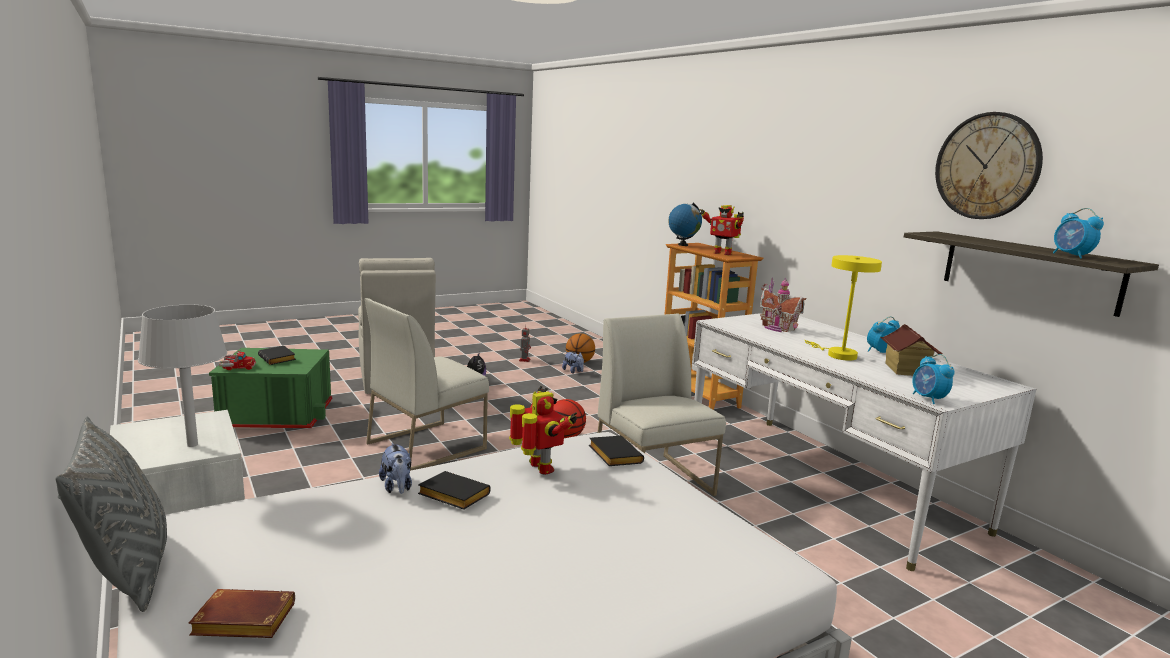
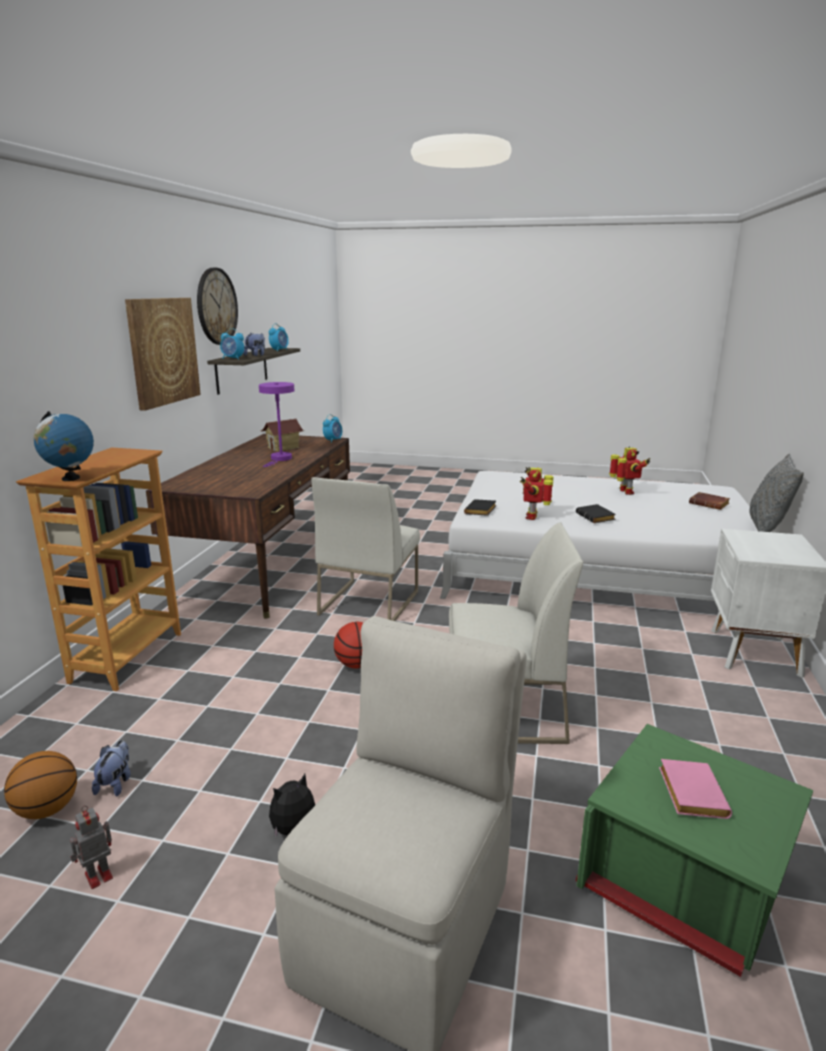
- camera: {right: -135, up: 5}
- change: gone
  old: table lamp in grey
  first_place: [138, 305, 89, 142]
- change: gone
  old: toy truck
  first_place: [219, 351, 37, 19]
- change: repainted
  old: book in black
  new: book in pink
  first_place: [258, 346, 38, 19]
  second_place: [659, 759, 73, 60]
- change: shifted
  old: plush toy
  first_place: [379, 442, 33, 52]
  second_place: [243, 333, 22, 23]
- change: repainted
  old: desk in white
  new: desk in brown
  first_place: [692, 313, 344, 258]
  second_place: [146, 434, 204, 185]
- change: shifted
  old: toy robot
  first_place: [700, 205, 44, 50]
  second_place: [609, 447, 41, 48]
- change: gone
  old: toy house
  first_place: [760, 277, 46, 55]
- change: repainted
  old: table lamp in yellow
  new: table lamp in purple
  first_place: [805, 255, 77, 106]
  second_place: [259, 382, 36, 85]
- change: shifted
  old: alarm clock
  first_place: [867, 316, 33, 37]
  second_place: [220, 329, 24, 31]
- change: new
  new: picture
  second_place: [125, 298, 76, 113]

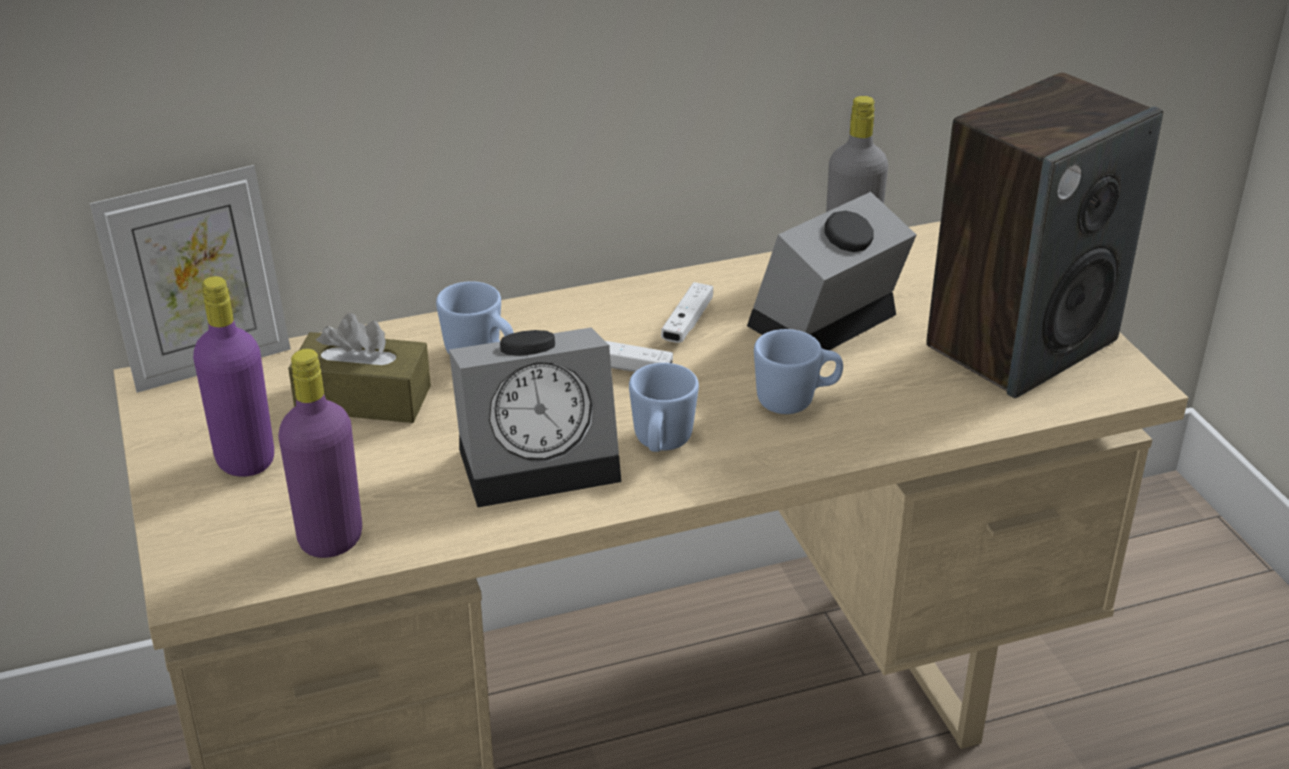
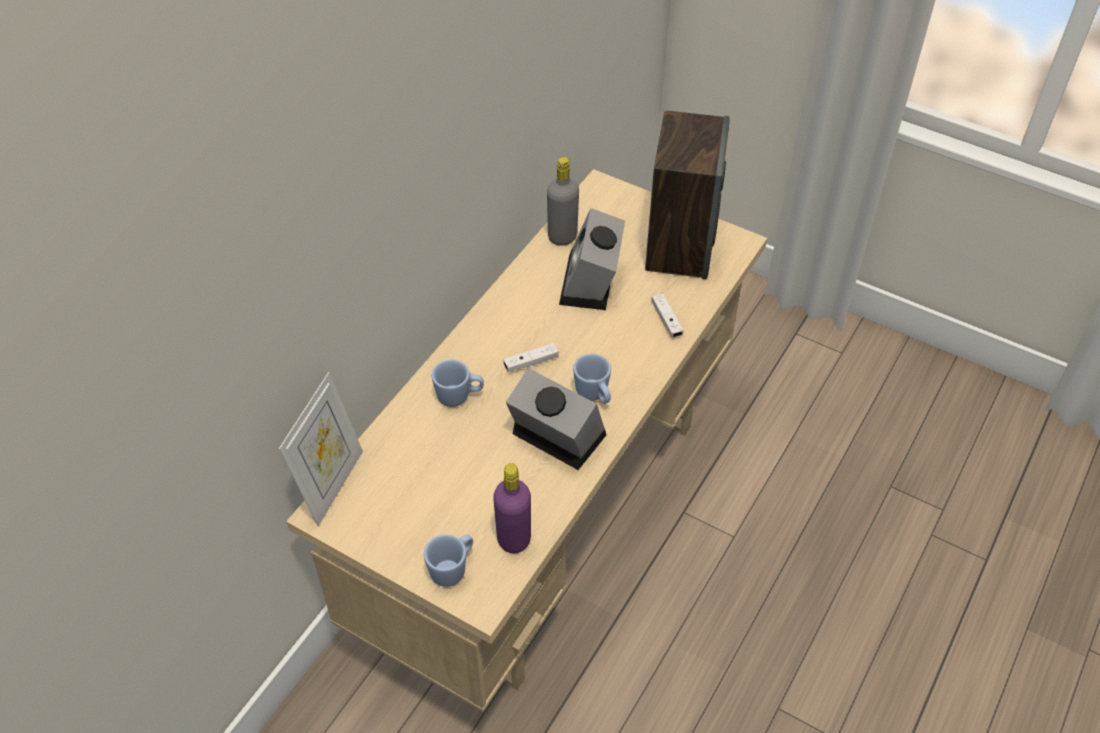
- camera: {right: -40, up: 15}
- change: gone
  old: bottle in purple
  first_place: [193, 276, 81, 201]
- change: gone
  old: tissue box in brown
  first_place: [288, 313, 143, 110]
- change: rotated
  old: alarm clock
  first_place: [449, 328, 172, 179]
  second_place: [506, 368, 100, 102]
  degrees: -90
- change: shifted
  old: game controller in white
  first_place: [661, 282, 52, 61]
  second_place: [652, 293, 31, 44]
- change: shifted
  old: mug in blue
  first_place: [754, 329, 89, 85]
  second_place: [424, 534, 49, 53]

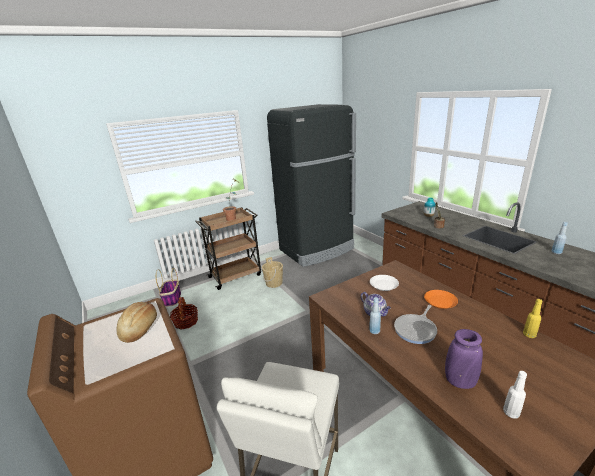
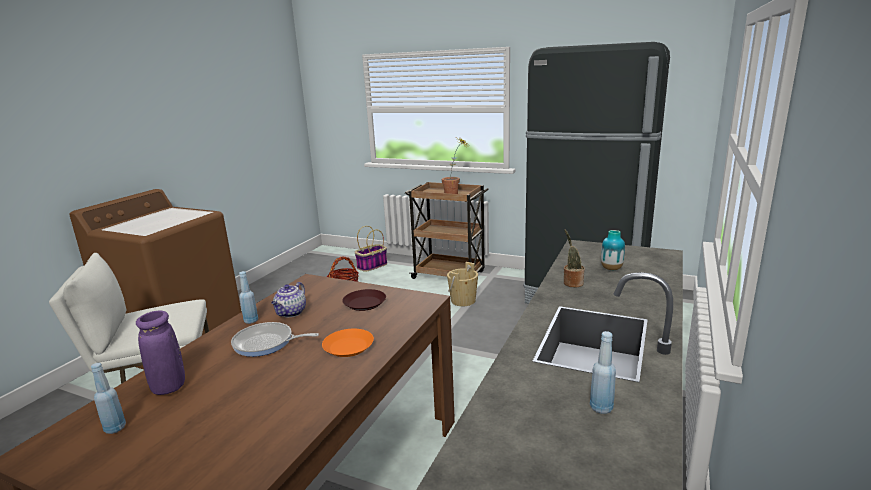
- camera: {right: 55, up: -5}
- change: gone
  old: bread
  first_place: [117, 302, 40, 41]
- change: repainted
  old: plate in white
  new: plate in brown
  first_place: [370, 275, 29, 16]
  second_place: [342, 289, 44, 22]
- change: repainted
  old: bottle in white
  new: bottle in blue
  first_place: [503, 371, 24, 48]
  second_place: [91, 363, 35, 71]
- change: gone
  old: bottle in yellow
  first_place: [523, 299, 19, 39]

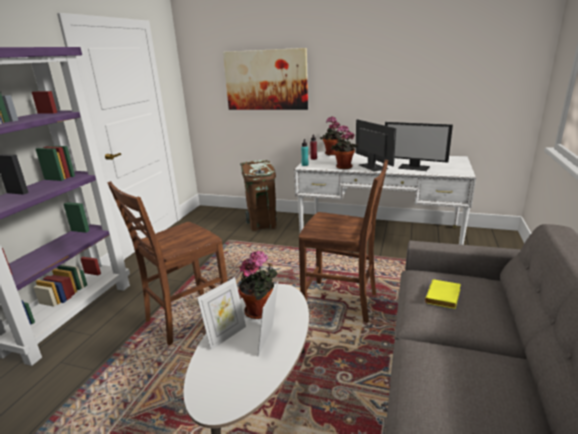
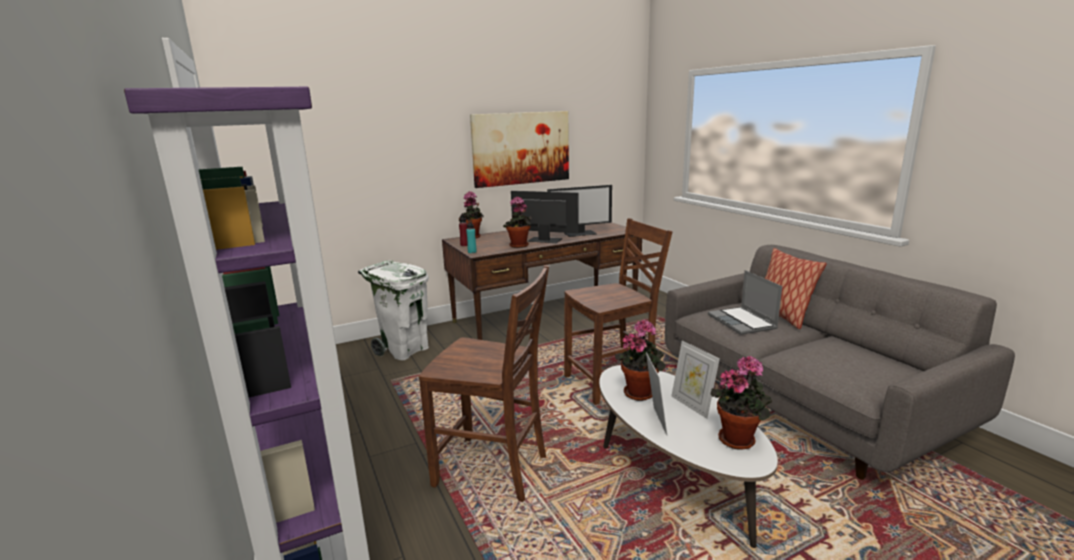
- camera: {right: -45, up: -5}
- change: rotated
  old: chair in brown
  first_place: [108, 181, 120, 164]
  second_place: [419, 265, 130, 237]
  degrees: -75
- change: shifted
  old: picture
  first_place: [223, 48, 85, 62]
  second_place: [470, 111, 99, 77]
- change: repainted
  old: trash can in brown
  new: trash can in white
  first_place: [240, 160, 37, 71]
  second_place: [358, 260, 71, 100]
- change: repainted
  old: desk in white
  new: desk in brown
  first_place: [294, 152, 182, 93]
  second_place: [442, 223, 200, 117]
- change: swapped
  old: book in yellow
  new: laptop
  first_place: [425, 279, 36, 30]
  second_place: [708, 270, 74, 65]
- change: new
  new: potted plant
  second_place: [710, 356, 62, 94]
- change: new
  new: pillow
  second_place: [765, 248, 62, 81]

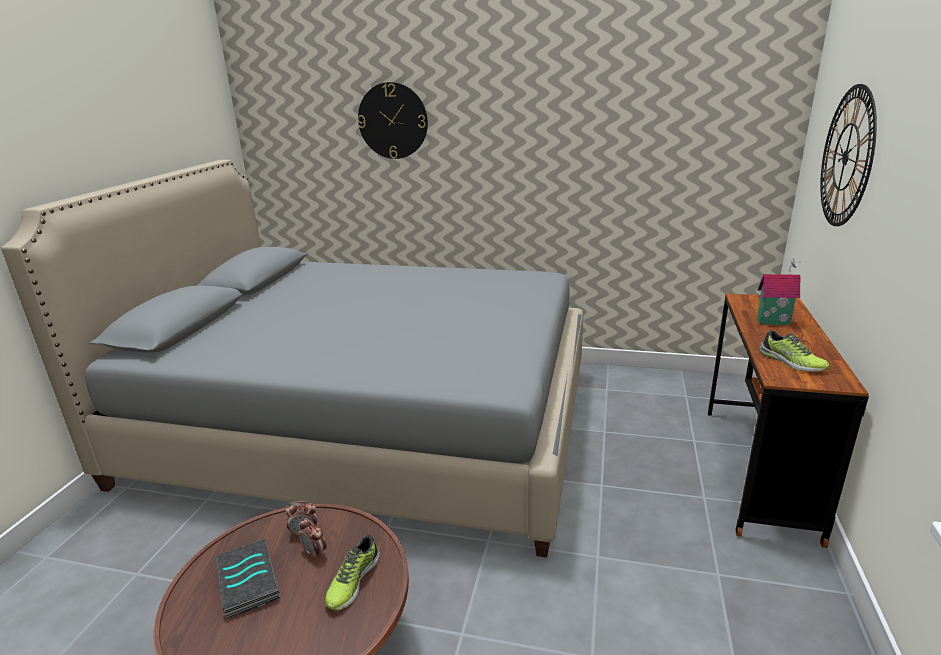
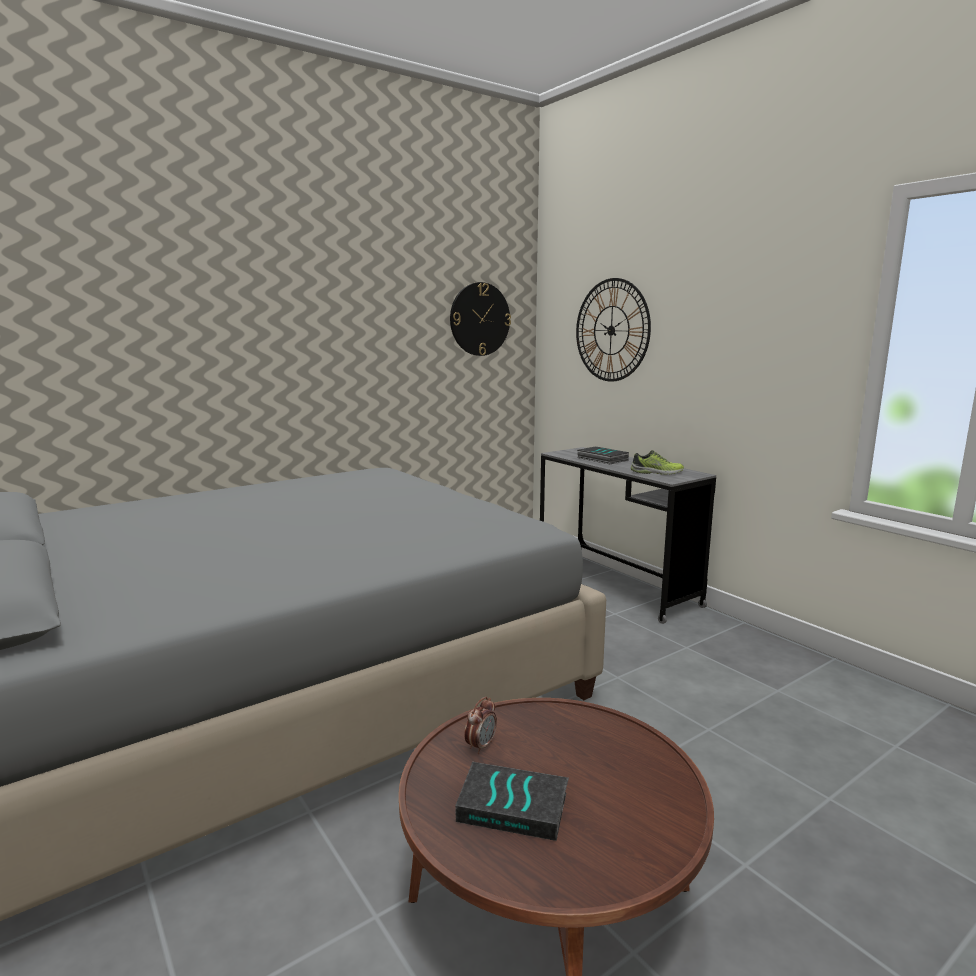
- camera: {right: -50, up: -10}
- change: gone
  old: alarm clock
  first_place: [299, 518, 27, 42]
- change: gone
  old: shoe
  first_place: [325, 535, 55, 75]
- change: shifted
  old: wall clock
  first_place: [358, 82, 70, 77]
  second_place: [450, 282, 61, 74]
- change: repainted
  old: desk in brown
  new: desk in grey
  first_place: [708, 294, 161, 254]
  second_place: [540, 447, 176, 177]
- change: swapped
  old: toy house
  new: book
  first_place: [757, 258, 44, 67]
  second_place: [577, 446, 52, 18]

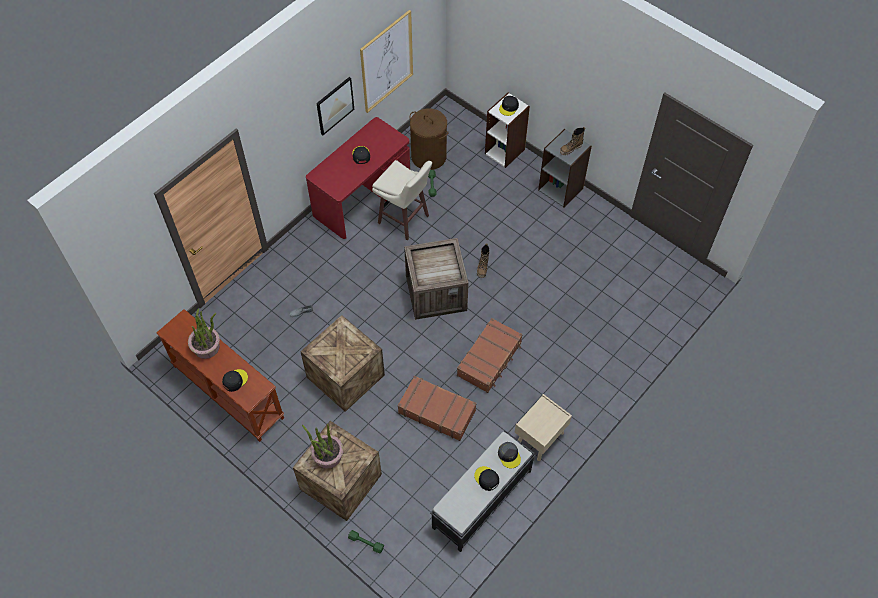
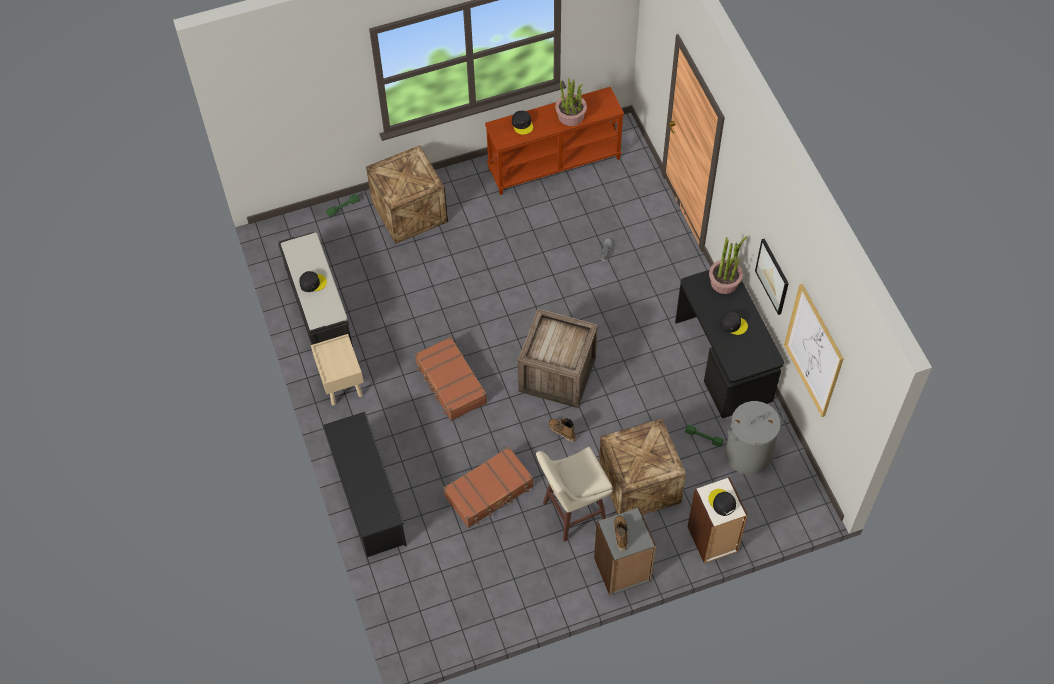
- camera: {right: 120, up: 0}
- change: shifted
  old: crate
  first_place: [300, 315, 85, 97]
  second_place: [599, 418, 87, 97]
- change: shifted
  old: potted plant
  first_place: [302, 424, 42, 45]
  second_place: [709, 236, 38, 58]
- change: repainted
  old: desk in red
  new: desk in black
  first_place: [306, 117, 104, 122]
  second_place: [675, 270, 109, 148]
- change: shifted
  old: stool in beige
  first_place: [372, 160, 60, 81]
  second_place: [536, 447, 77, 95]
- change: shifted
  old: suitcase in brown
  first_place: [398, 376, 79, 65]
  second_place: [444, 447, 89, 81]
- change: repainted
  old: laundry basket in brown
  new: laundry basket in grey
  first_place: [410, 108, 39, 62]
  second_place: [725, 401, 59, 74]
- change: gone
  old: cap in grey
  first_place: [498, 442, 23, 26]
- change: new
  new: shoe rack in black
  second_place: [323, 412, 84, 145]

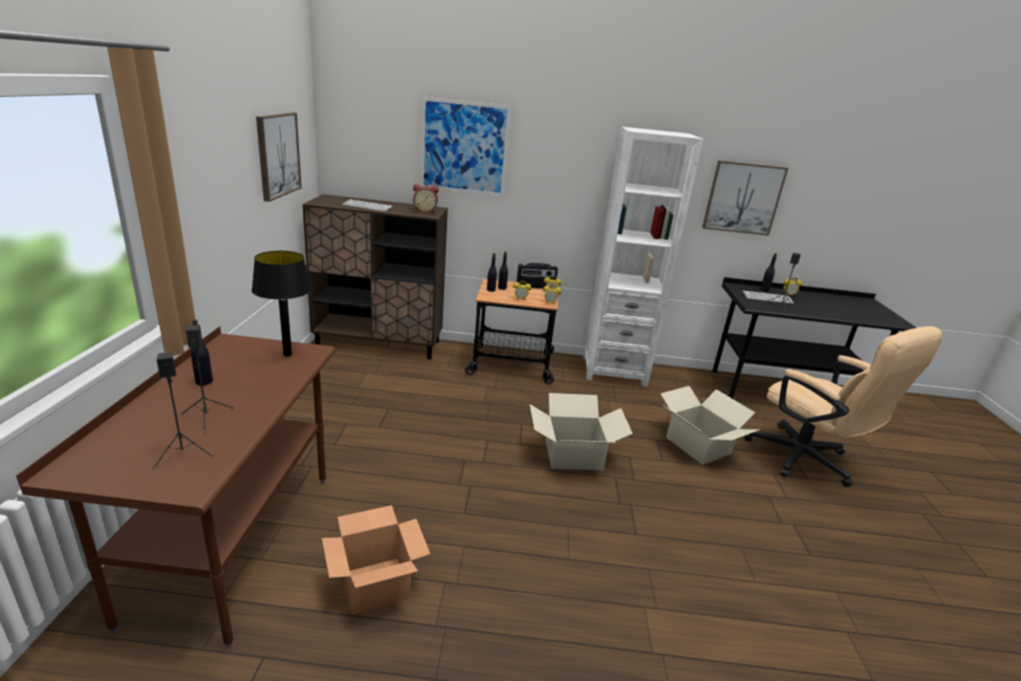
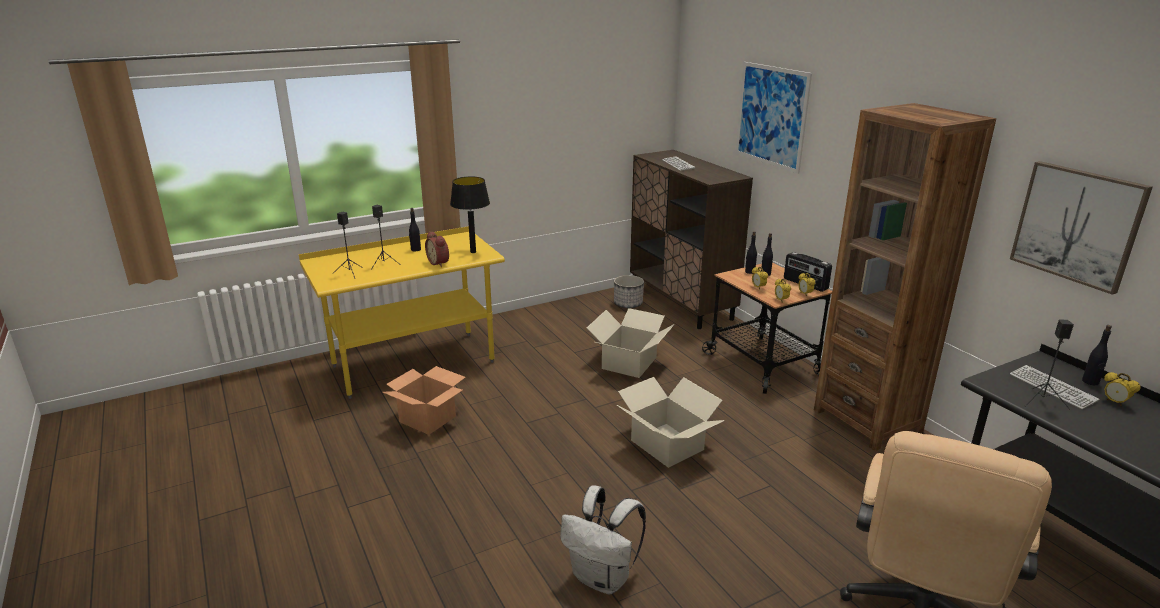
- camera: {right: 60, up: 0}
- change: repainted
  old: desk in brown
  new: desk in yellow
  first_place: [16, 326, 320, 322]
  second_place: [299, 226, 206, 173]
- change: gone
  old: picture
  first_place: [256, 112, 46, 90]
- change: shifted
  old: alarm clock
  first_place: [413, 184, 26, 28]
  second_place: [425, 231, 24, 36]
- change: repainted
  old: bookcase in white
  new: bookcase in brown
  first_place: [584, 127, 119, 260]
  second_place: [814, 103, 182, 348]
- change: shifted
  old: cardboard box
  first_place: [660, 386, 100, 79]
  second_place: [587, 308, 88, 70]
- change: new
  new: backpack in white
  second_place: [560, 485, 86, 110]
- change: new
  new: planter
  second_place: [614, 275, 30, 33]

